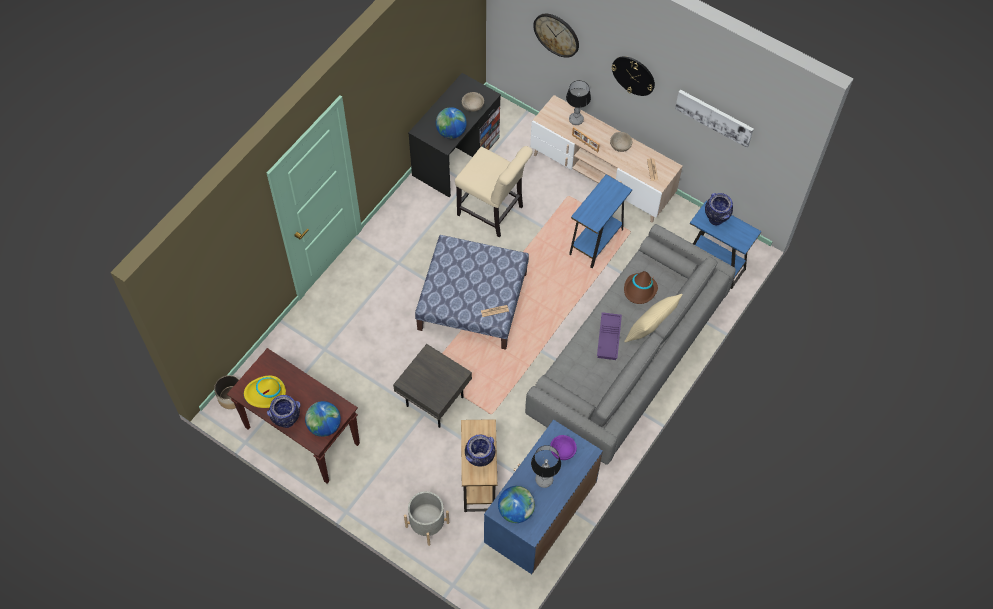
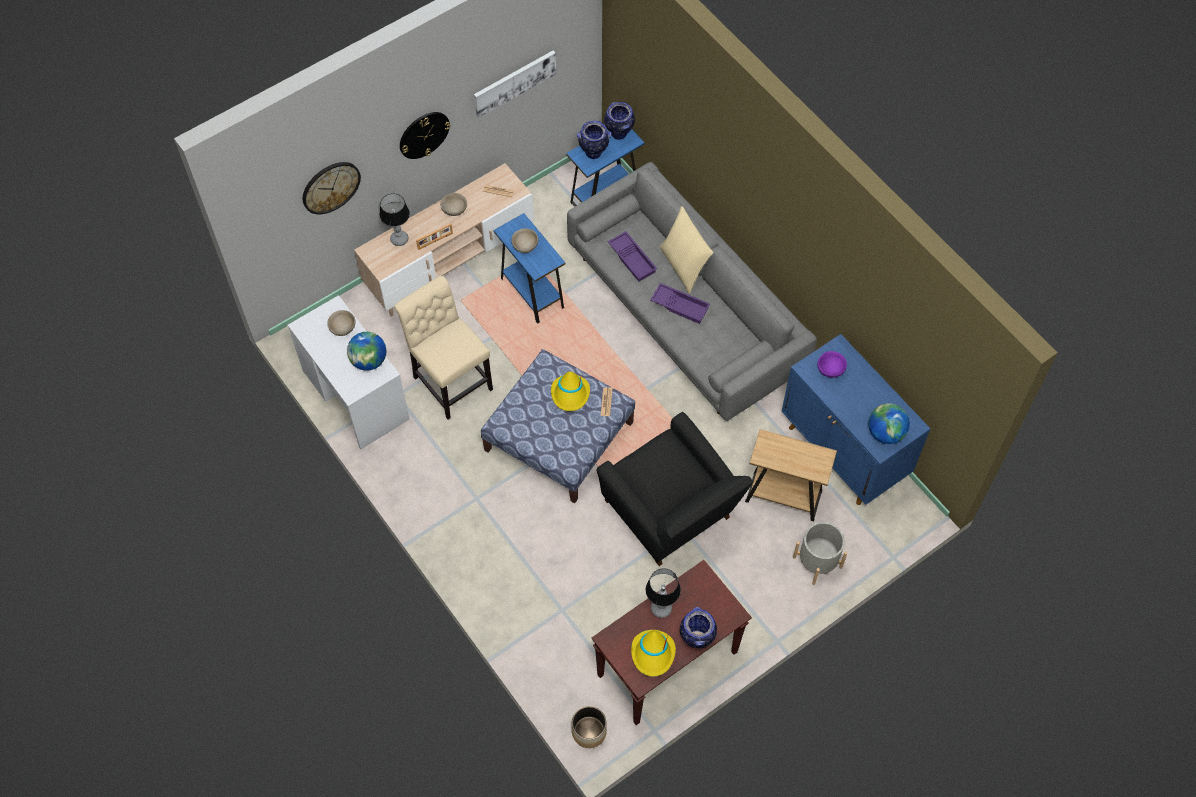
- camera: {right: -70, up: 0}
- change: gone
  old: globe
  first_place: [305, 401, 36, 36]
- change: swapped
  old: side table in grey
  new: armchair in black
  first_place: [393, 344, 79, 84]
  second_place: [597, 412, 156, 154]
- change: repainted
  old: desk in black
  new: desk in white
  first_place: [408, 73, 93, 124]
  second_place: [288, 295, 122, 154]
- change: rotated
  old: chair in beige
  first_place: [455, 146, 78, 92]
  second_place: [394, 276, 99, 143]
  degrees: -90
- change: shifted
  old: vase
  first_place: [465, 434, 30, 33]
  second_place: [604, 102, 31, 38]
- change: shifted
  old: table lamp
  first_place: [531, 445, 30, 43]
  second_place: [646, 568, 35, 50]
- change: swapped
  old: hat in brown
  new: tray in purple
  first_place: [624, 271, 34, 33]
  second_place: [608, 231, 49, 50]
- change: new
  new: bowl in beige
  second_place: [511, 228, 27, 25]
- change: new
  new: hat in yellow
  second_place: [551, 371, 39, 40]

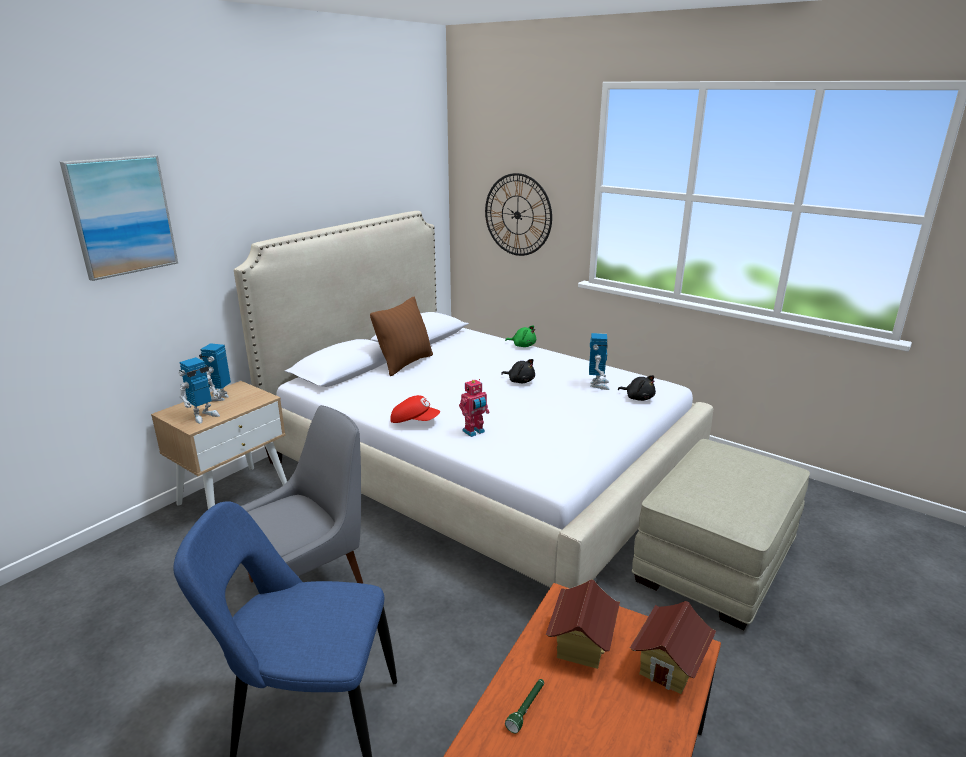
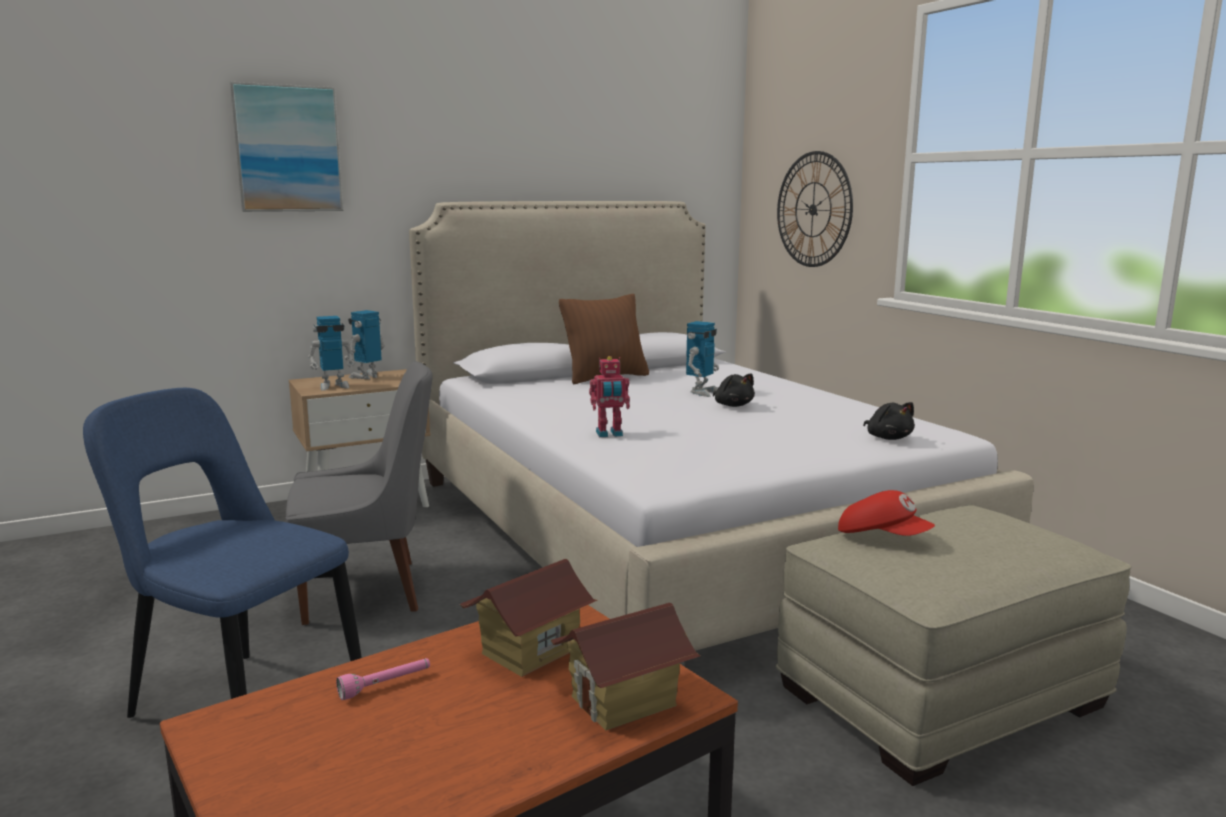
- camera: {right: 25, up: -10}
- change: shifted
  old: cap in red
  first_place: [390, 395, 50, 28]
  second_place: [838, 490, 97, 46]
- change: gone
  old: plush toy in green
  first_place: [505, 325, 31, 22]
- change: repainted
  old: flashlight in green
  new: flashlight in pink
  first_place: [505, 679, 39, 54]
  second_place: [336, 658, 94, 42]
- change: shifted
  old: toy robot
  first_place: [589, 333, 21, 57]
  second_place: [686, 321, 33, 76]

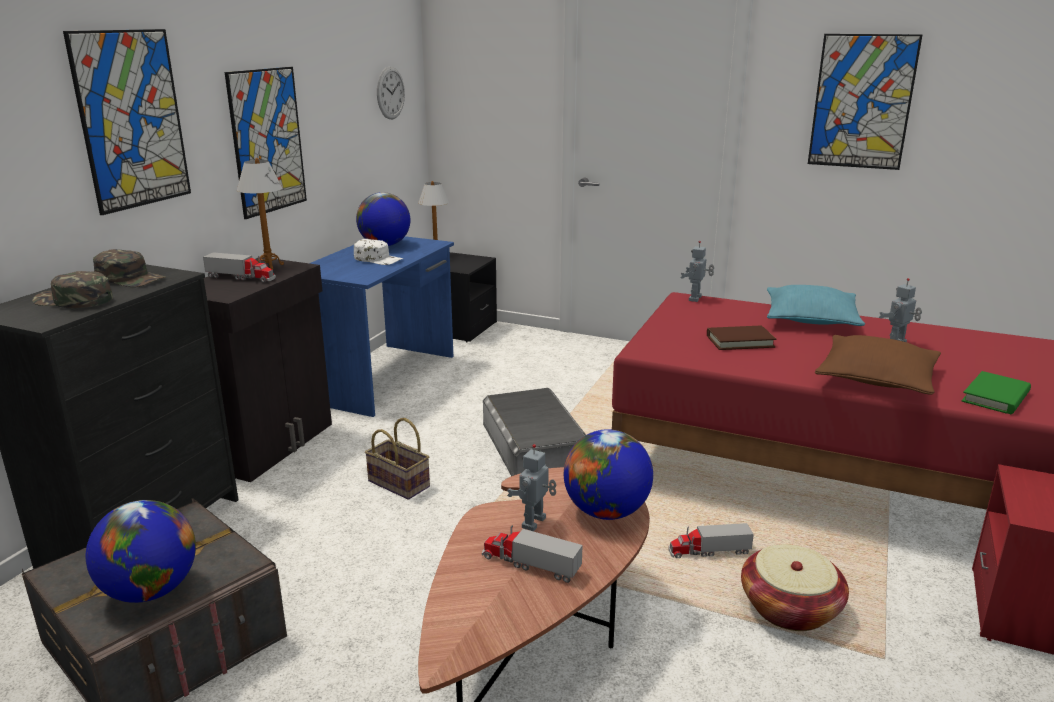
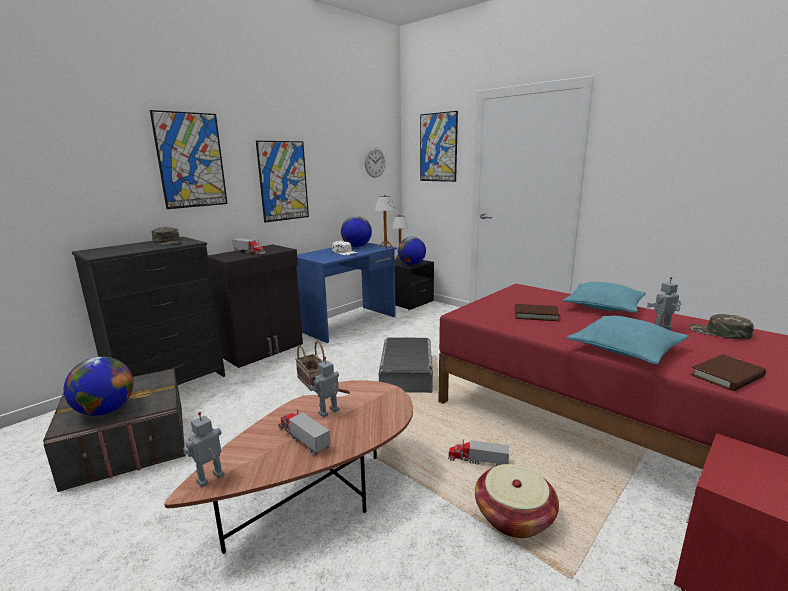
- camera: {right: 20, up: -5}
- change: shifted
  old: cap in green
  first_place: [32, 271, 81, 37]
  second_place: [689, 314, 65, 26]
- change: shifted
  old: table lamp
  first_place: [237, 158, 47, 112]
  second_place: [374, 195, 21, 53]
- change: shifted
  old: globe
  first_place: [564, 429, 89, 91]
  second_place: [398, 237, 28, 28]
- change: shifted
  old: toy robot
  first_place: [681, 241, 33, 61]
  second_place: [183, 412, 42, 75]
- change: shifted
  old: picture
  first_place: [808, 34, 115, 136]
  second_place: [420, 111, 38, 71]
- change: repainted
  old: pillow in brown
  new: pillow in turquoise
  first_place: [815, 335, 126, 60]
  second_place: [567, 316, 122, 48]
- change: repainted
  old: book in green
  new: book in brown
  first_place: [962, 371, 69, 43]
  second_place: [691, 354, 75, 37]

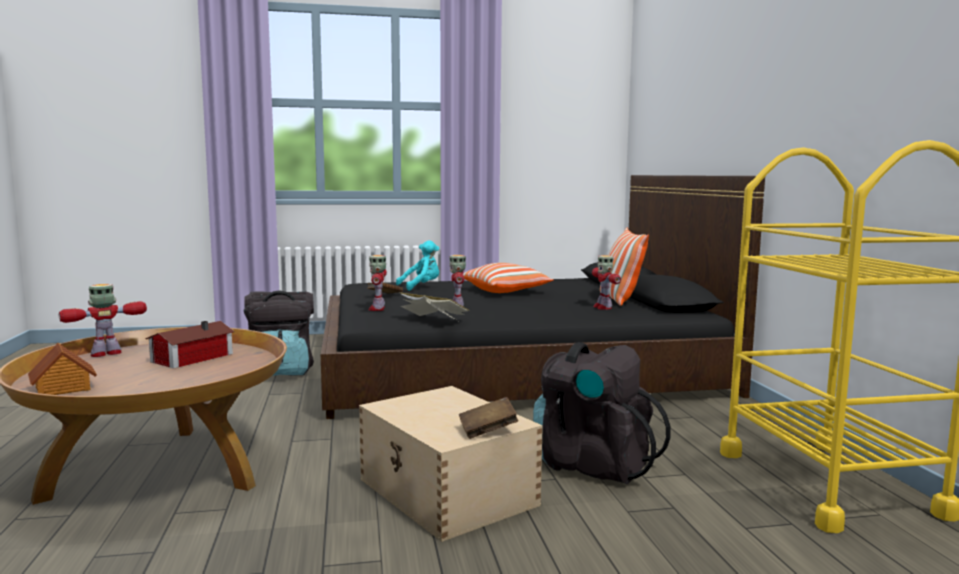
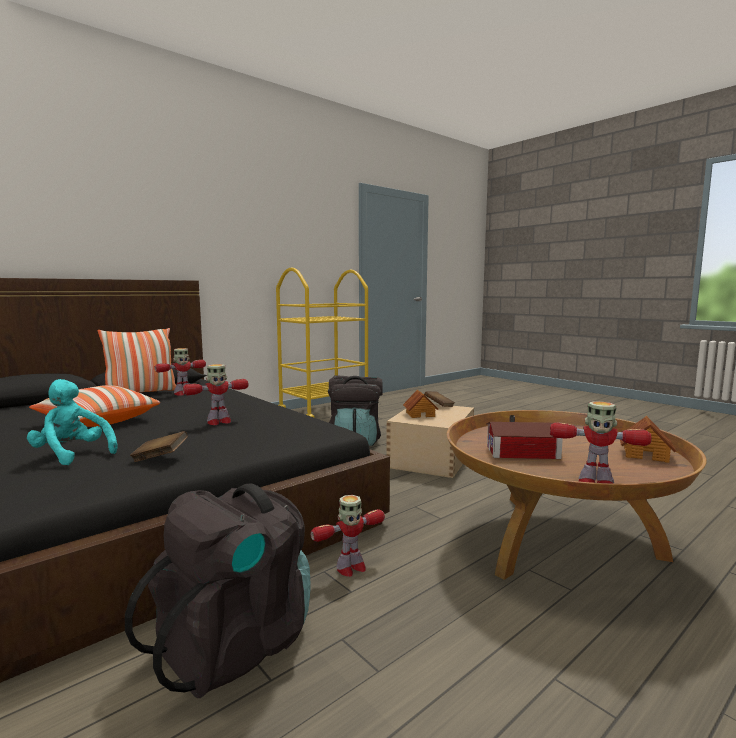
- camera: {right: -120, up: 0}
- change: shifted
  old: toy robot
  first_place: [368, 255, 19, 56]
  second_place: [310, 495, 75, 82]
- change: gone
  old: book
  first_place: [401, 293, 68, 28]
- change: new
  new: toy house
  second_place: [403, 390, 35, 28]

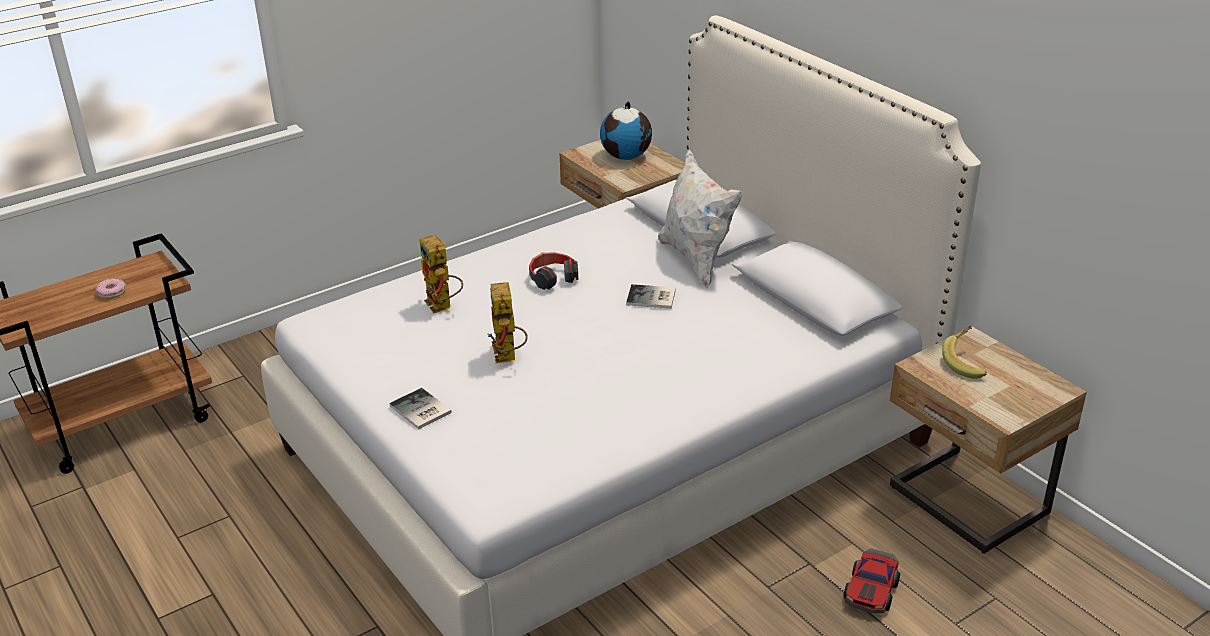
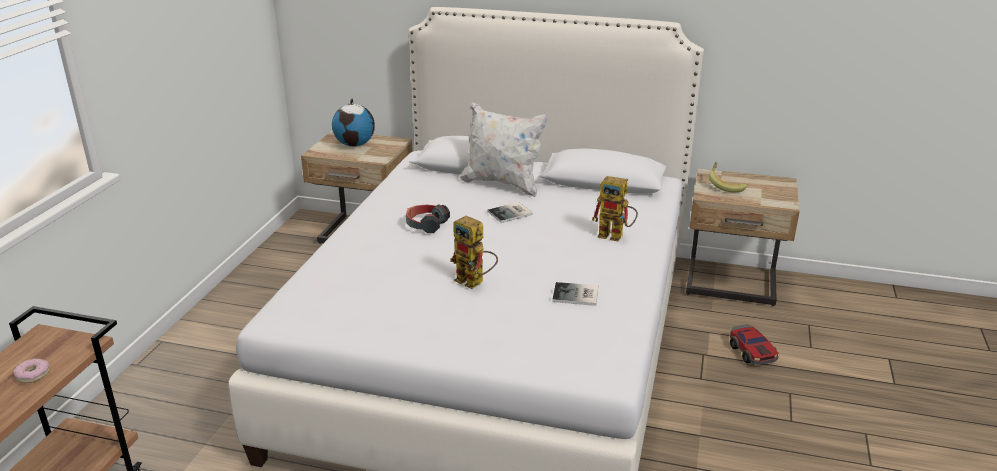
- camera: {right: -40, up: -5}
- change: shifted
  old: book
  first_place: [389, 388, 63, 41]
  second_place: [552, 282, 46, 24]
- change: shifted
  old: toy robot
  first_place: [419, 235, 44, 78]
  second_place: [592, 176, 46, 65]

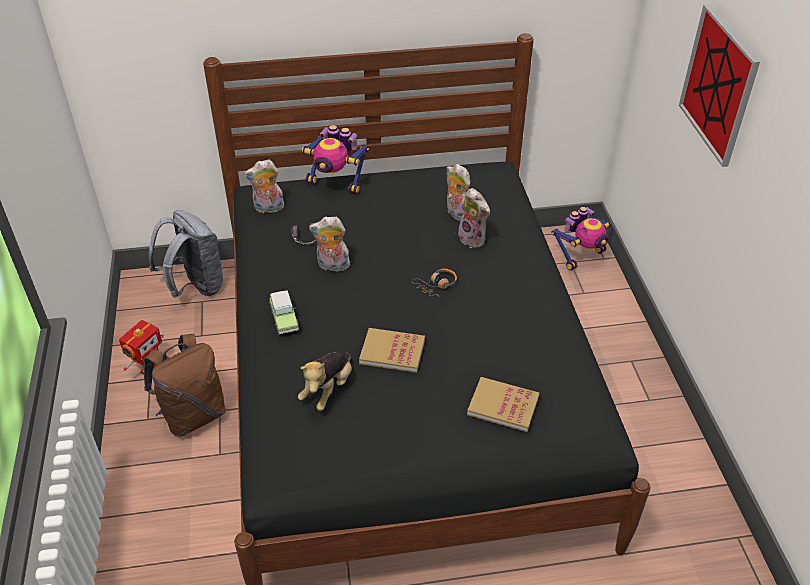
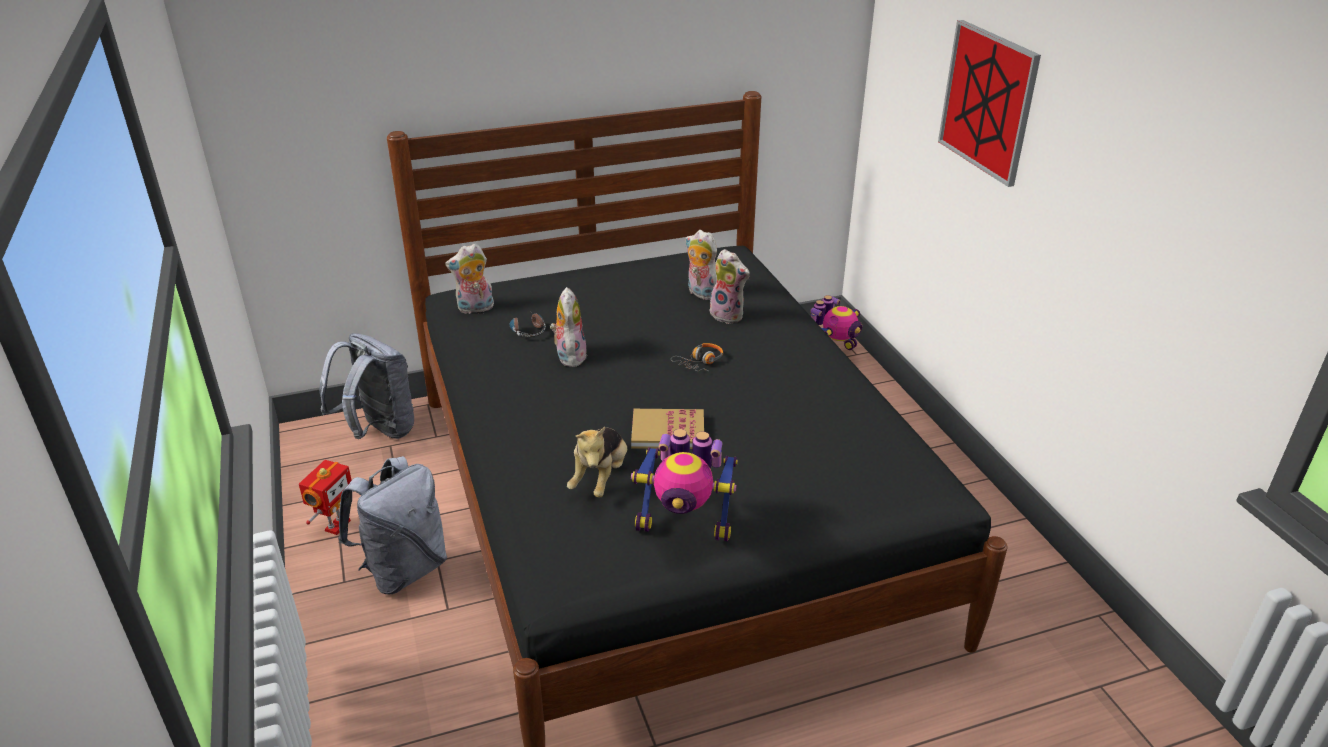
- camera: {right: -10, up: -10}
- change: repainted
  old: backpack in brown
  new: backpack in grey
  first_place: [144, 334, 82, 103]
  second_place: [338, 456, 109, 139]
- change: gone
  old: toy car
  first_place: [269, 290, 30, 44]
- change: shifted
  old: toy robot
  first_place: [302, 125, 67, 69]
  second_place: [631, 429, 107, 113]
- change: rotated
  old: plush toy
  first_place: [309, 217, 41, 57]
  second_place: [550, 287, 37, 80]
  degrees: 90
- change: gone
  old: book
  first_place: [467, 377, 72, 55]

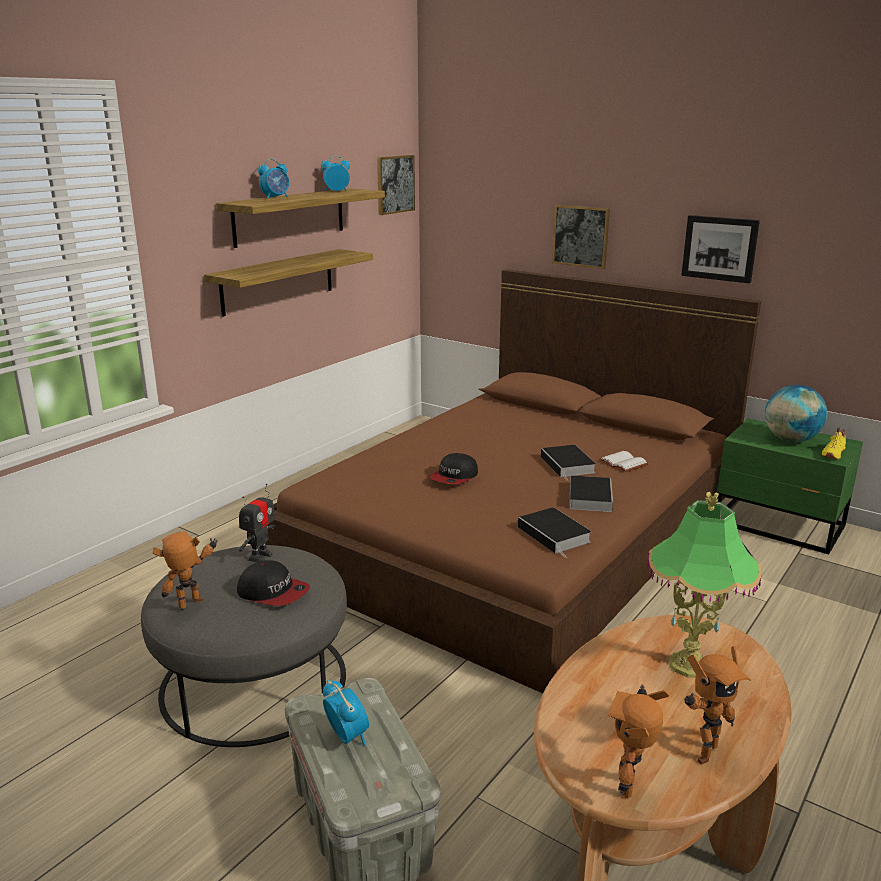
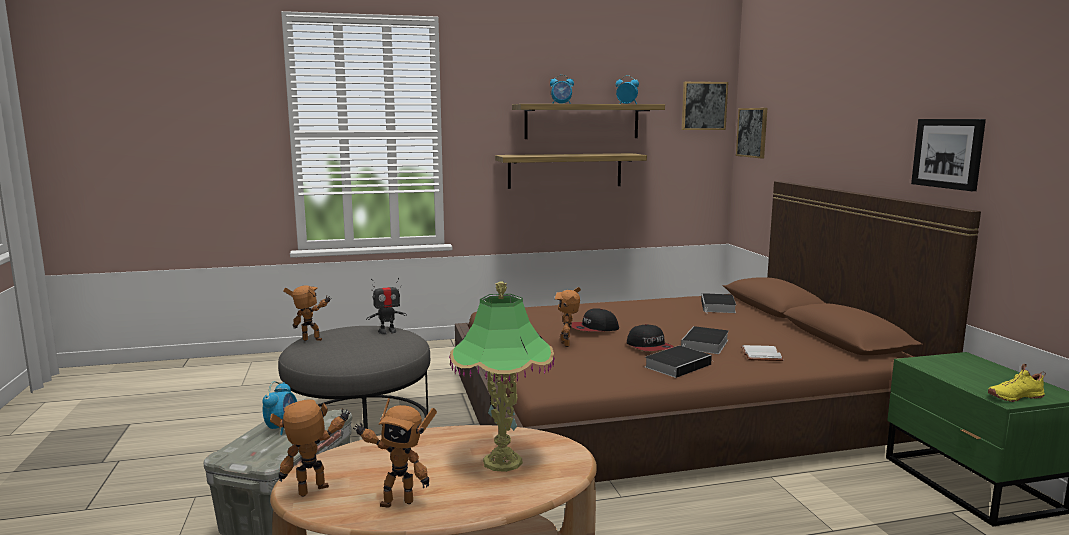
- camera: {right: 40, up: -10}
- change: shifted
  old: cap
  first_place: [237, 560, 73, 46]
  second_place: [627, 324, 47, 27]
- change: shifted
  old: book
  first_place: [518, 507, 74, 51]
  second_place: [701, 293, 35, 21]
- change: shifted
  old: picture
  first_place: [552, 205, 58, 64]
  second_place: [736, 108, 31, 50]
- change: gone
  old: globe
  first_place: [765, 385, 62, 57]
- change: new
  new: toy robot
  second_place: [555, 287, 26, 60]

